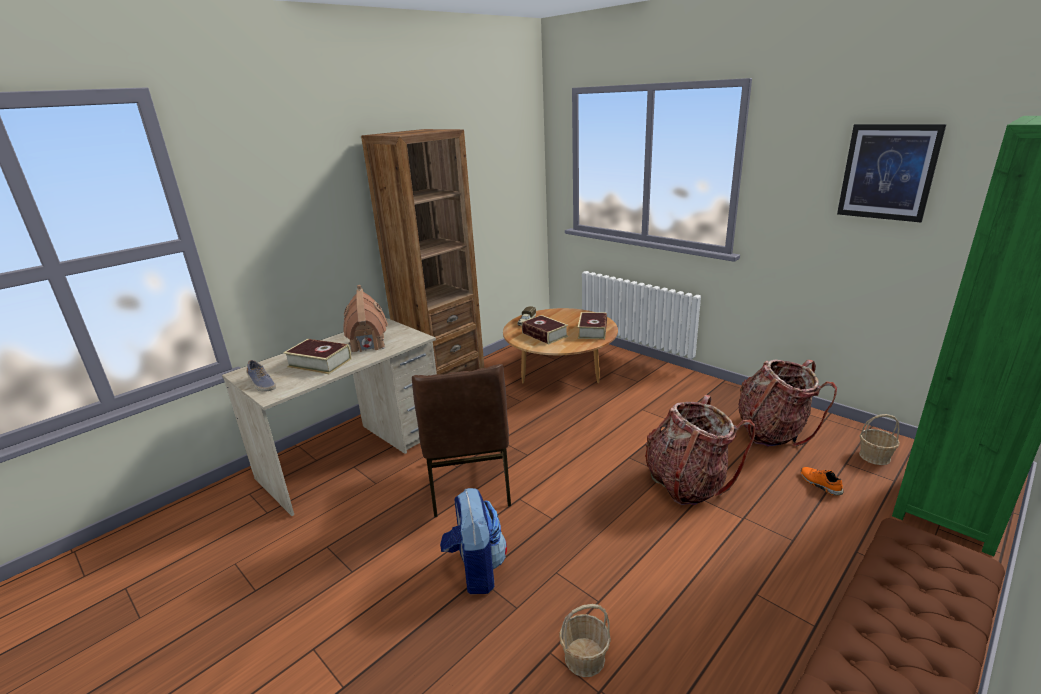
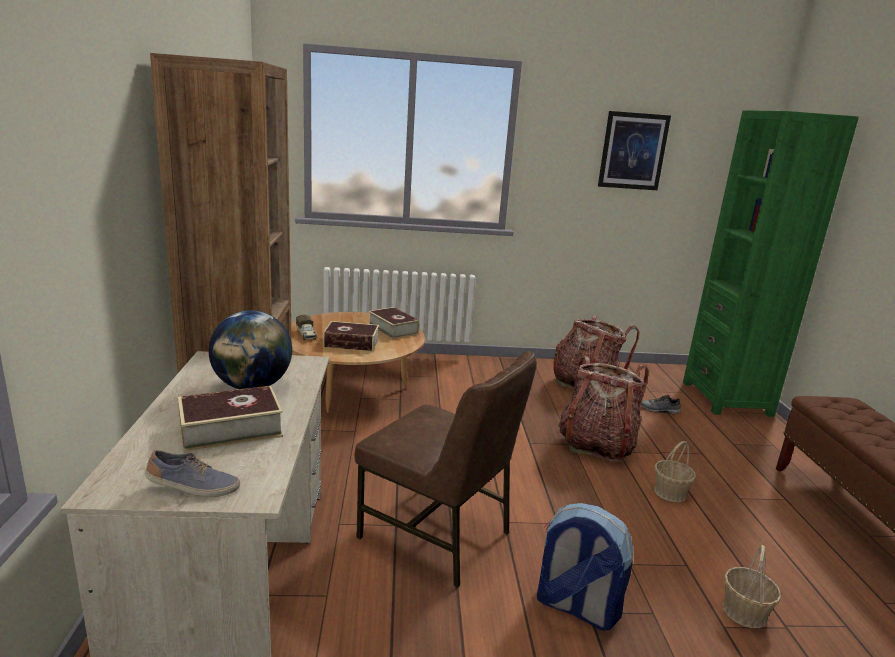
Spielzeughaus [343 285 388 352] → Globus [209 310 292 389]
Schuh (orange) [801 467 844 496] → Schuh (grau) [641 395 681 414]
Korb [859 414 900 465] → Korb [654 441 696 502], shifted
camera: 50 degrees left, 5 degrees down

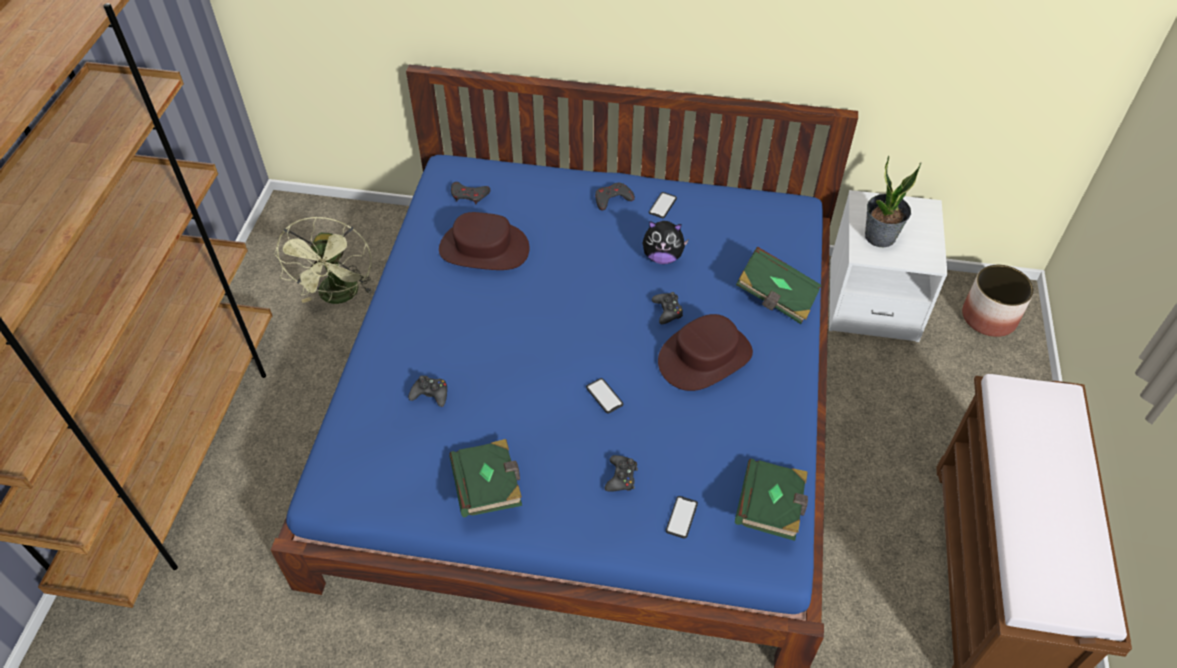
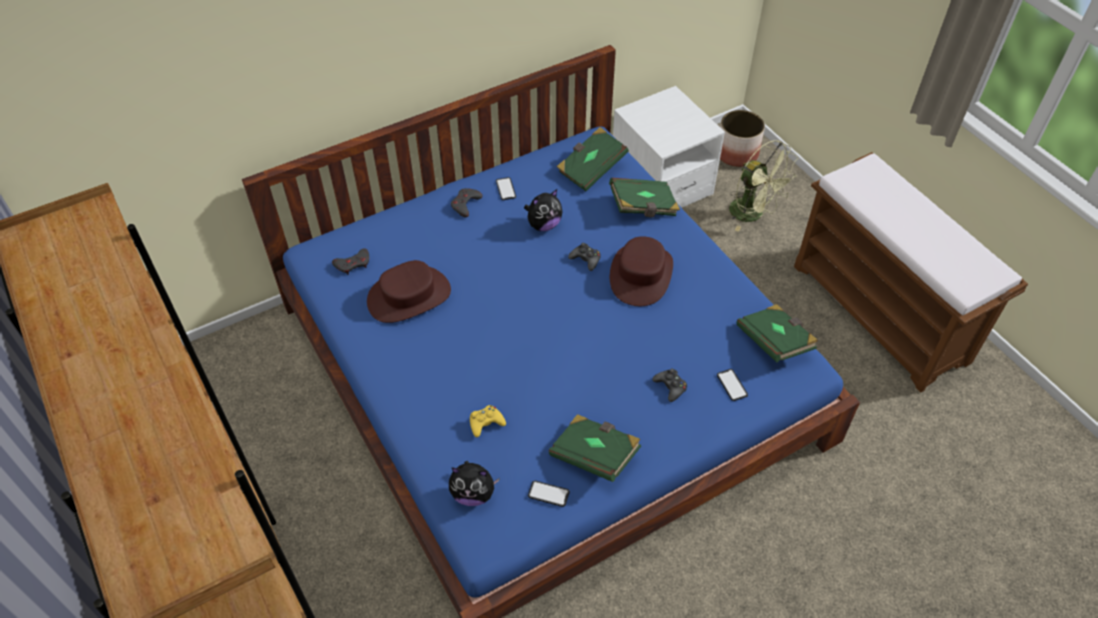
- → Plüschtier [449 461 500 506]
Gamepad (schwarz) [408 376 447 407] → Gamepad (gelb) [470 405 506 437]
Handy [586 378 623 413] → Handy [528 481 570 507], shifted
- → Buch (grün) [557 127 629 192]
Ventilator (grün) [274 216 373 304] → Ventilator (grün) [729 140 798 232], shifted
Topfpflanze [865 155 921 247] → -
camera: 40 degrees left, 0 degrees up

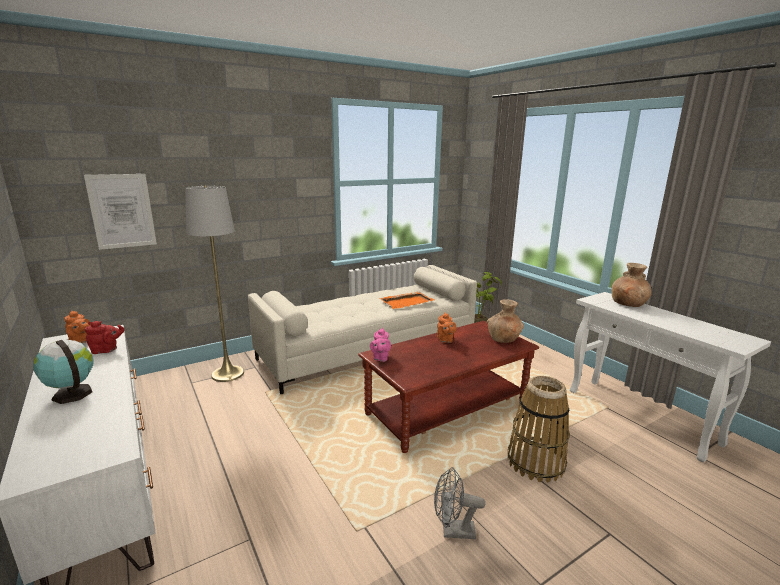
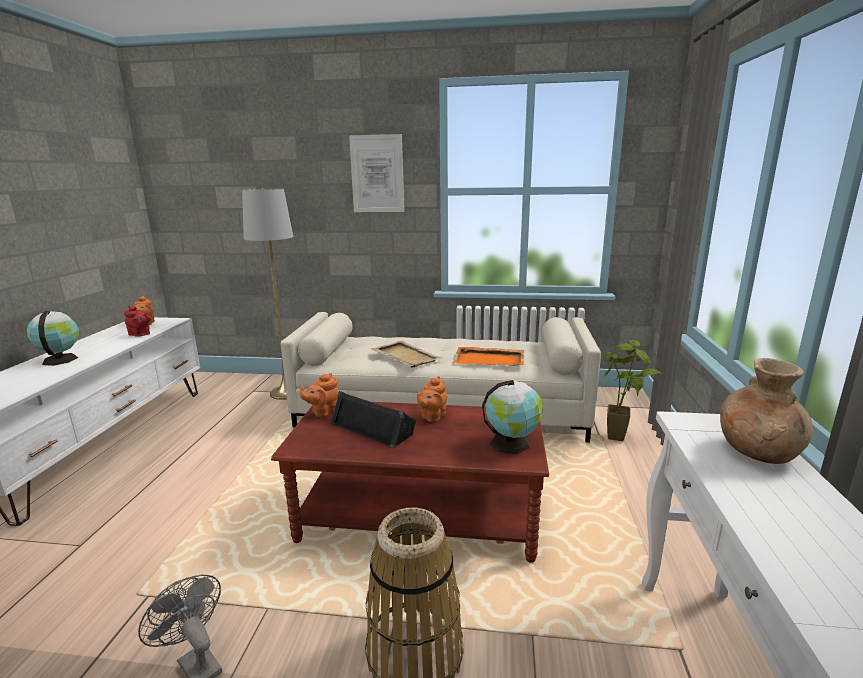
Teekanne (rosa) [370 328 391 362] → Teekanne (orange) [300 373 339 417]
- → Lautsprecher (schwarz) [330 391 416 448]
Bild [84 174 157 250] → Bild [349 134 404 212], shifted
- → Tablett (beige) [371 340 443 367]
Vase (braun) [487 299 524 343] → Globus [482 380 543 454]
camera: 40 degrees right, 0 degrees up

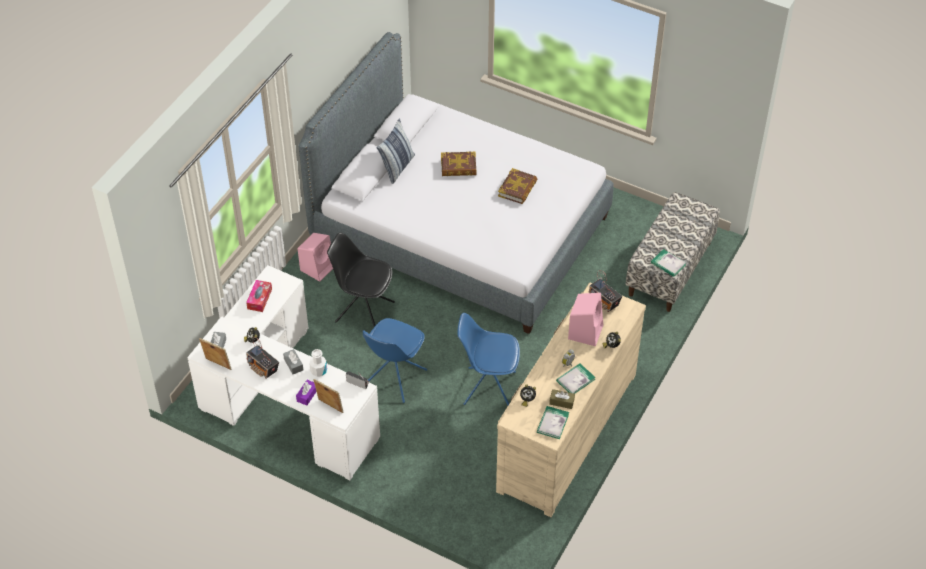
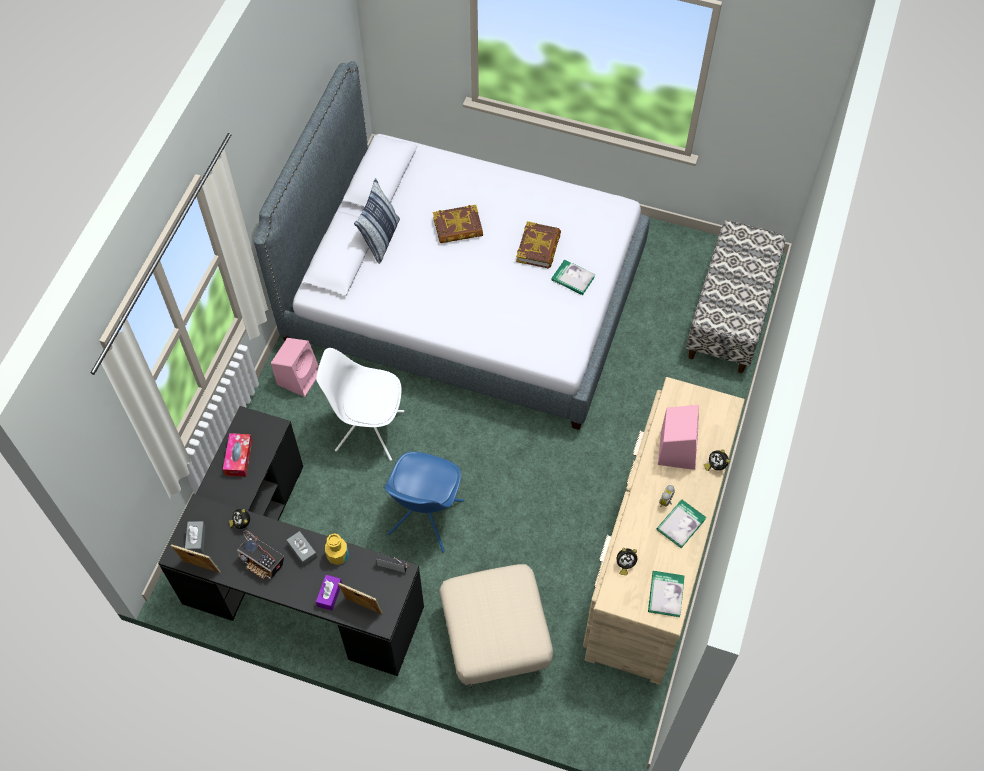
Schreibtisch (weiß) [187 265 380 480] → Schreibtisch (schwarz) [158 406 424 676]
Stuhl (schwarz) [327 232 395 327] → Stuhl (weiß) [316 348 404 461]
Flasche (weiß) [309 349 327 377] → Flasche (gelb) [325 533 348 565]
- → Polsterhocker (beige) [439 564 553 688]
Buch [651 249 686 277] → Buch [551 260 595 295], shifted
Stuhl (blau) [457 313 520 405] → -
Taschentuchbox (braun) [549 389 575 409] → -
Radio [589 270 622 312] → -
camera: 10 degrees left, 10 degrees up

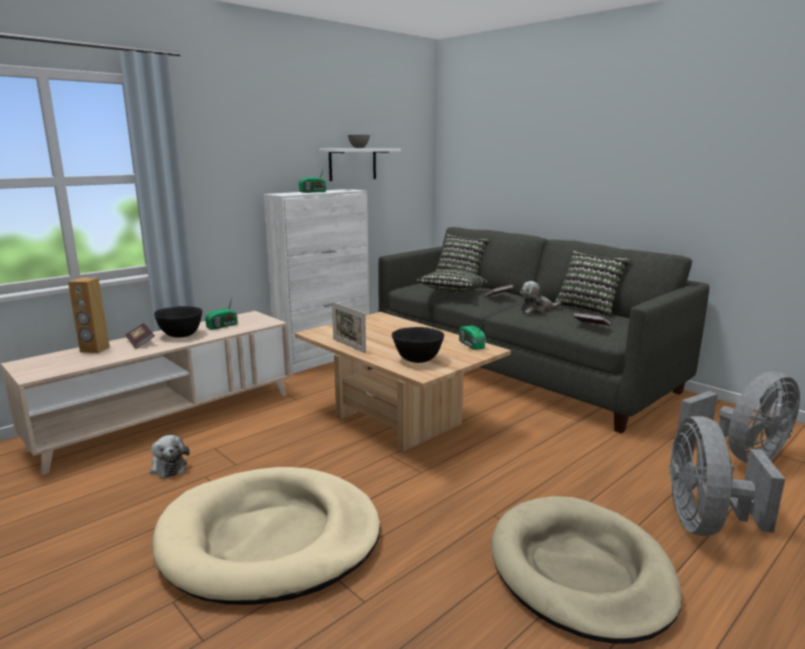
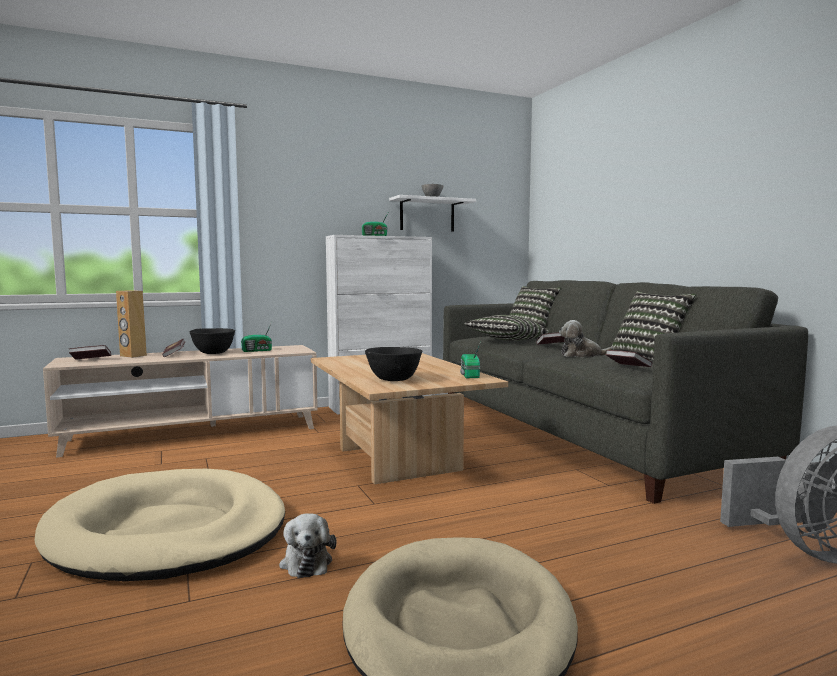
- → Buch [69 345 111 360]
Plüschtier [150 435 190 478] → Plüschtier [279 513 336 578], shifted
Bilderrahmen [332 302 366 354] → -
Ventilator (grau) [669 416 785 536] → -
camera: 20 degrees right, 10 degrees down

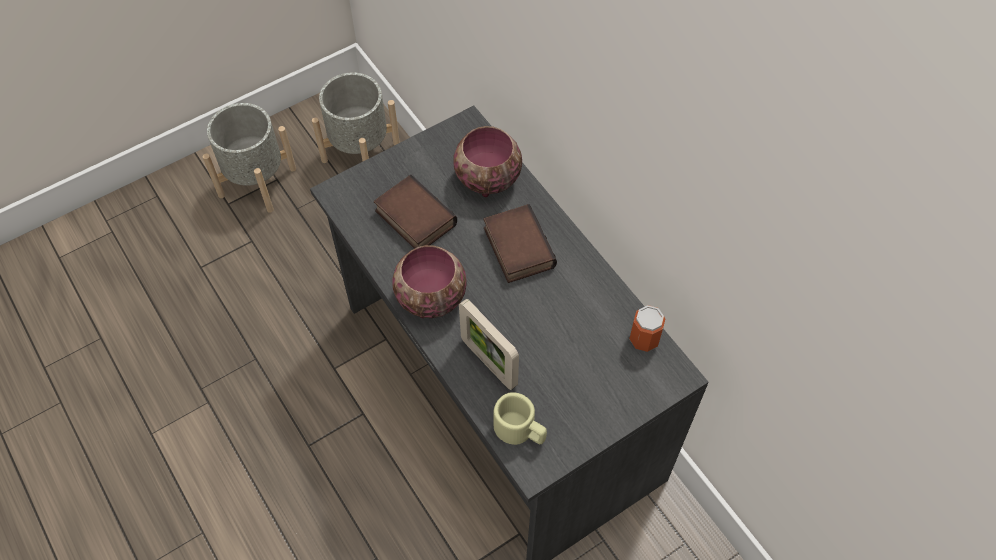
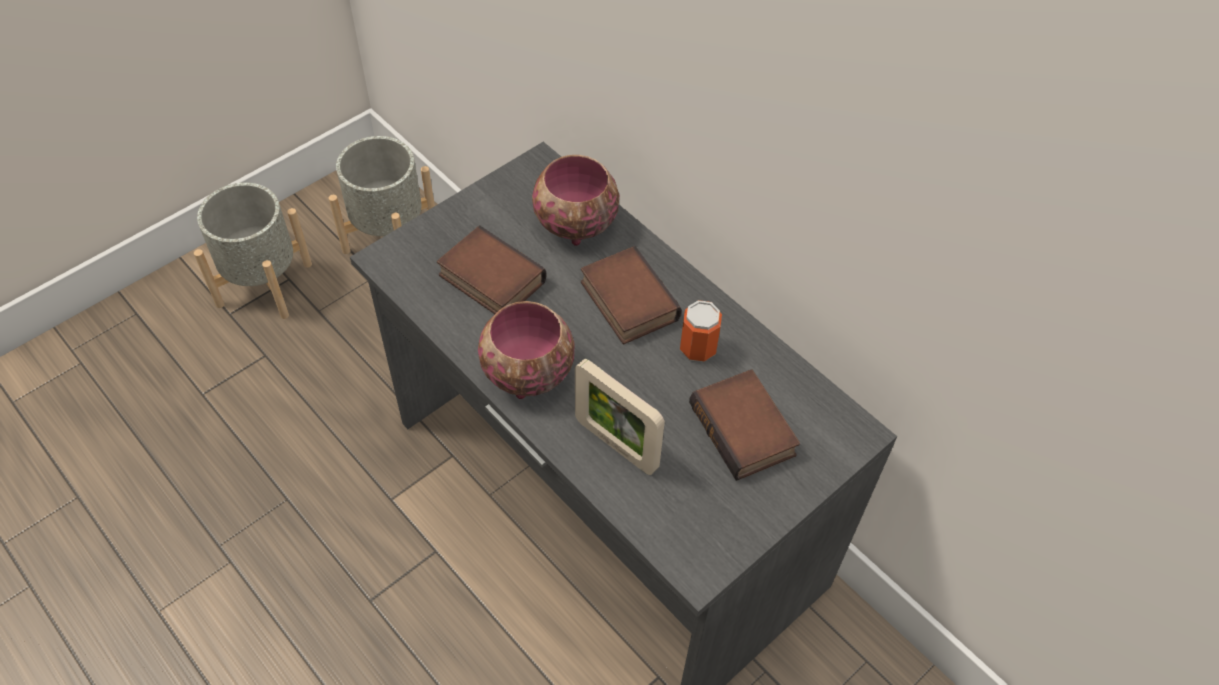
Dose [629 305 666 352] → Dose [680 300 722 362], shifted
- → Buch [689 369 800 481]
Henkelbecher (beige) [493 392 547 445] → -
camera: 10 degrees left, 5 degrees down

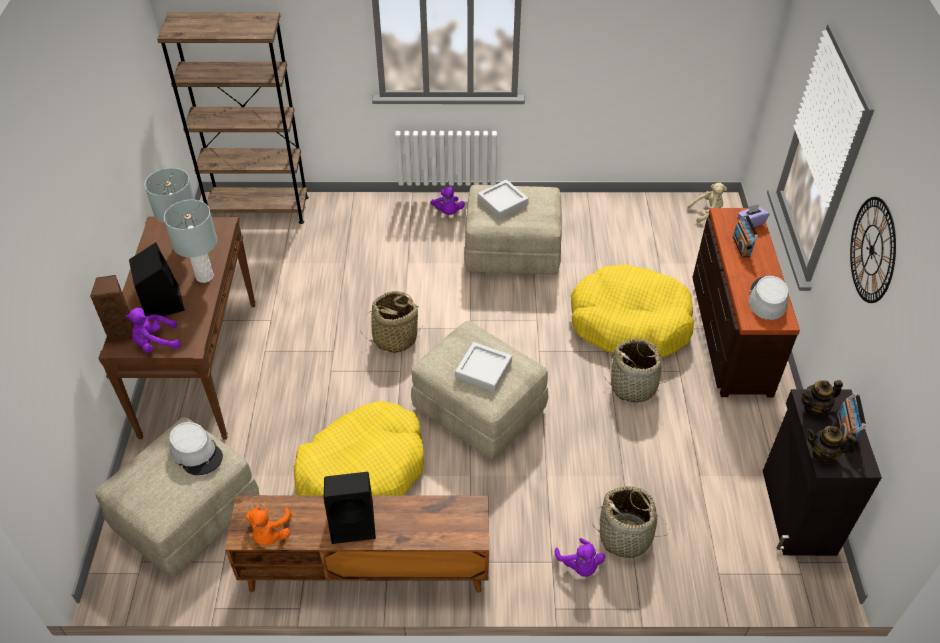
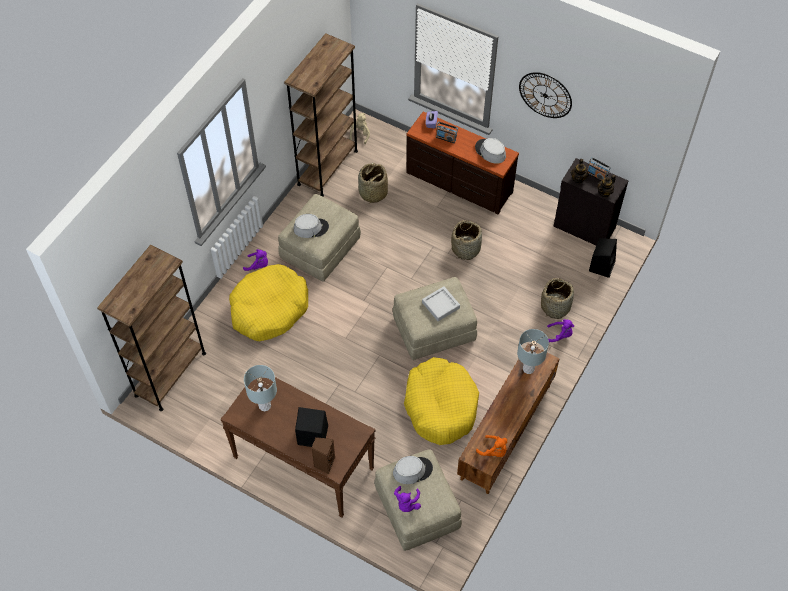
Hundebett (gelb) [571 264 694 358] → Hundebett (gelb) [229 264 308 341], shifted
- → Bücherregal (braun) [284 33 358 197]
Tablett (grau) [478 180 529 219] → Hut (grau) [293 214 329 238]
Korb [360 291 422 353] → Korb [358 163 388 204], shifted
Plüschtier (lila) [125 308 181 353] → Plüschtier (lila) [394 486 421 512], shifted
Tischlampe (grau) [164 200 217 283] → Tischlampe (grau) [517 329 549 374], shifted
Lautsprecher (schwarz) [324 472 376 544] → Lautsprecher (schwarz) [589 238 617 278], shifted
camera: 60 degrees left, 10 degrees up

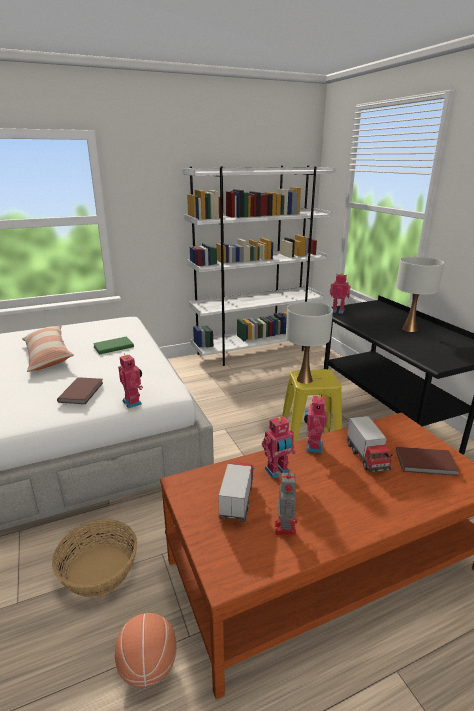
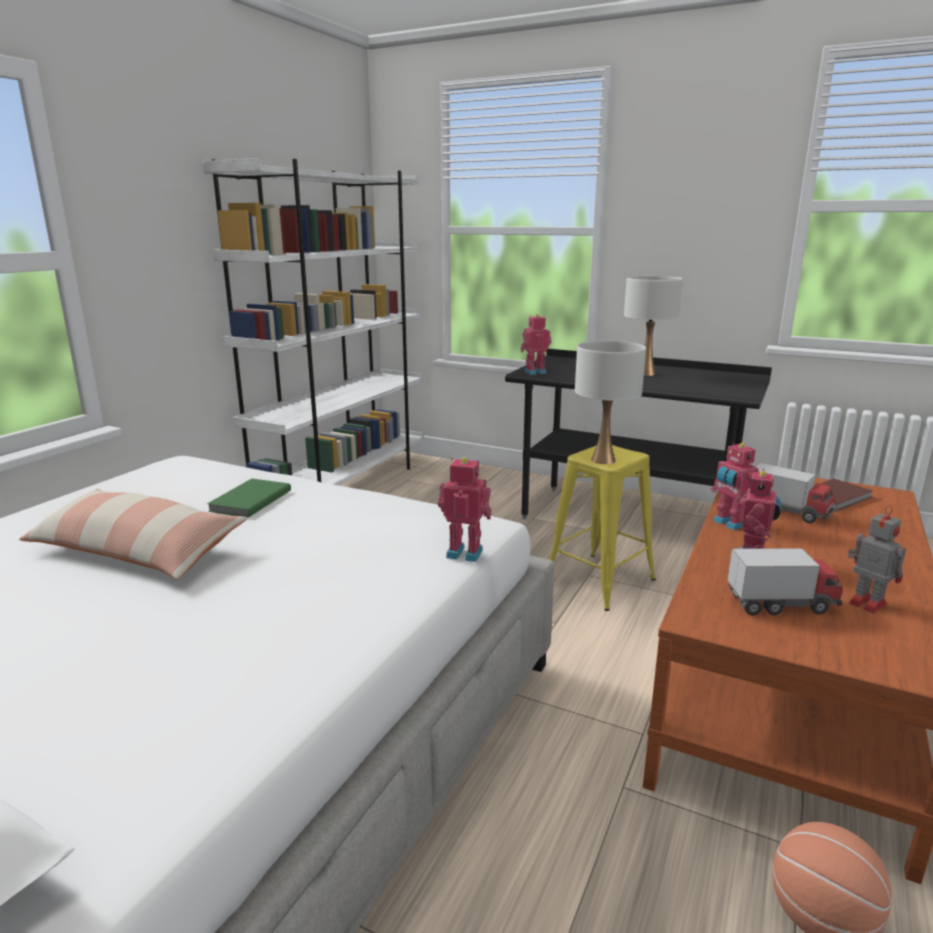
Spielzeuglaster [218 462 255 522] → Spielzeuglaster [727 548 843 615], 120 degrees clockwise
Korb [52 519 137 598] → -
Buch (braun) [57 377 103 404] → -
camera: 40 degrees left, 5 degrees down

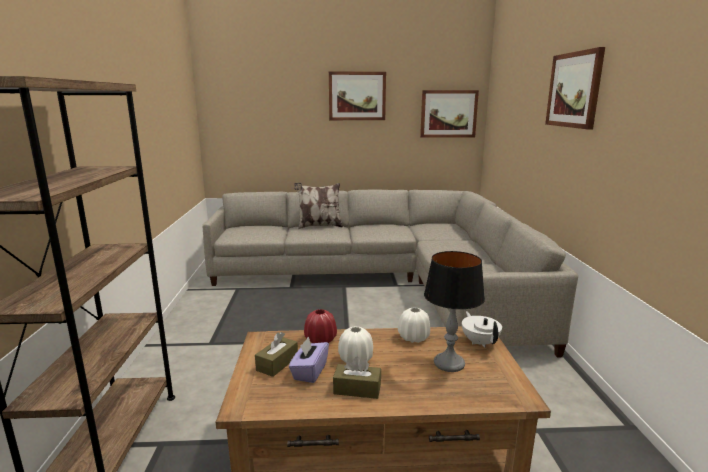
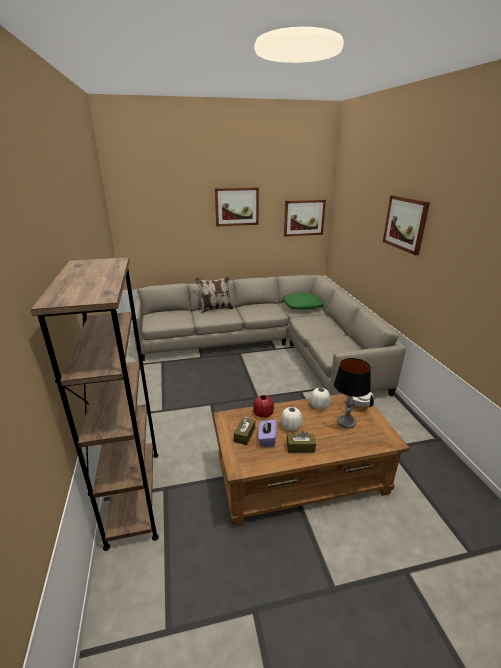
- → Kissen (grün) [283 293 323 310]
camera: 10 degrees left, 10 degrees up

